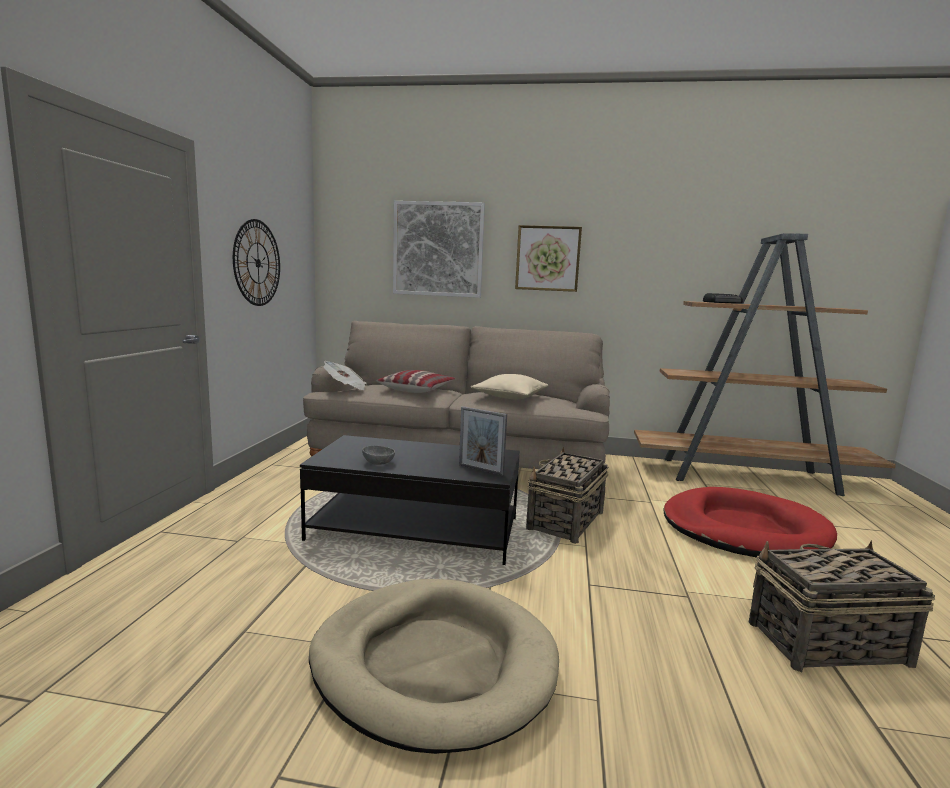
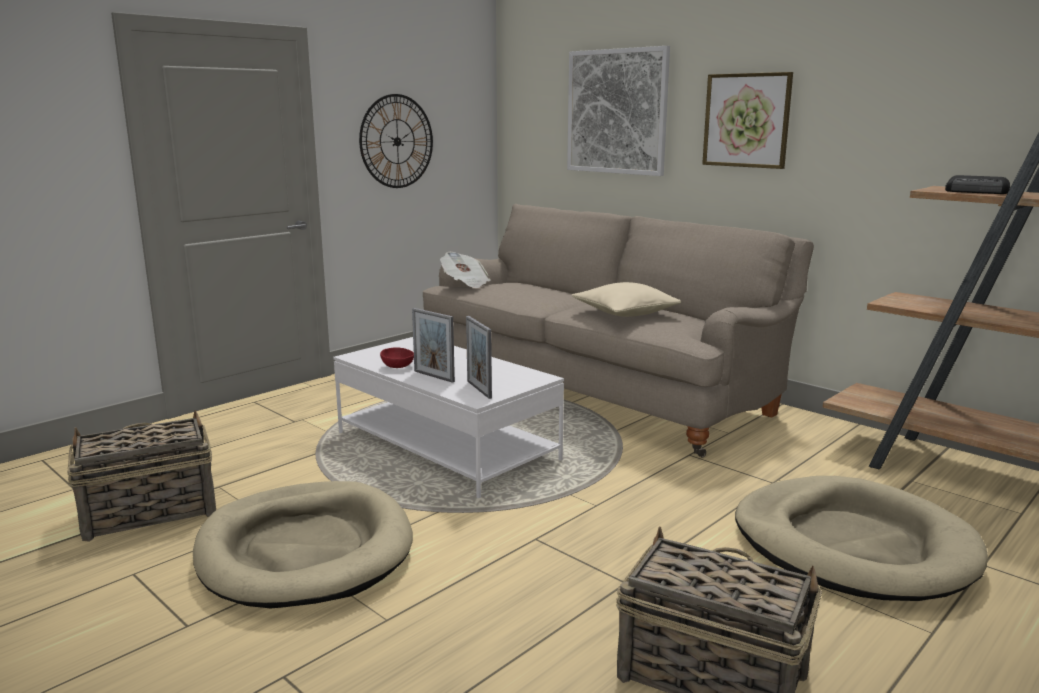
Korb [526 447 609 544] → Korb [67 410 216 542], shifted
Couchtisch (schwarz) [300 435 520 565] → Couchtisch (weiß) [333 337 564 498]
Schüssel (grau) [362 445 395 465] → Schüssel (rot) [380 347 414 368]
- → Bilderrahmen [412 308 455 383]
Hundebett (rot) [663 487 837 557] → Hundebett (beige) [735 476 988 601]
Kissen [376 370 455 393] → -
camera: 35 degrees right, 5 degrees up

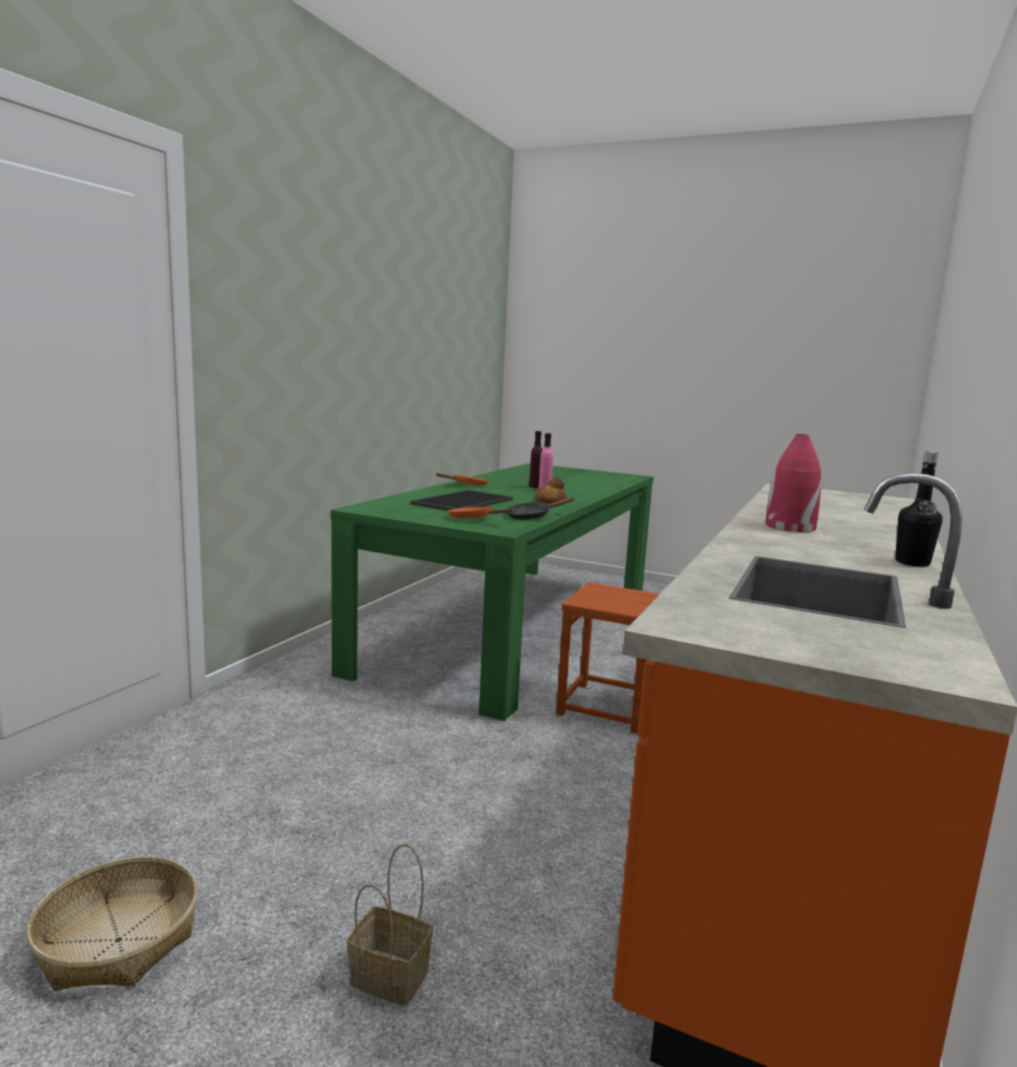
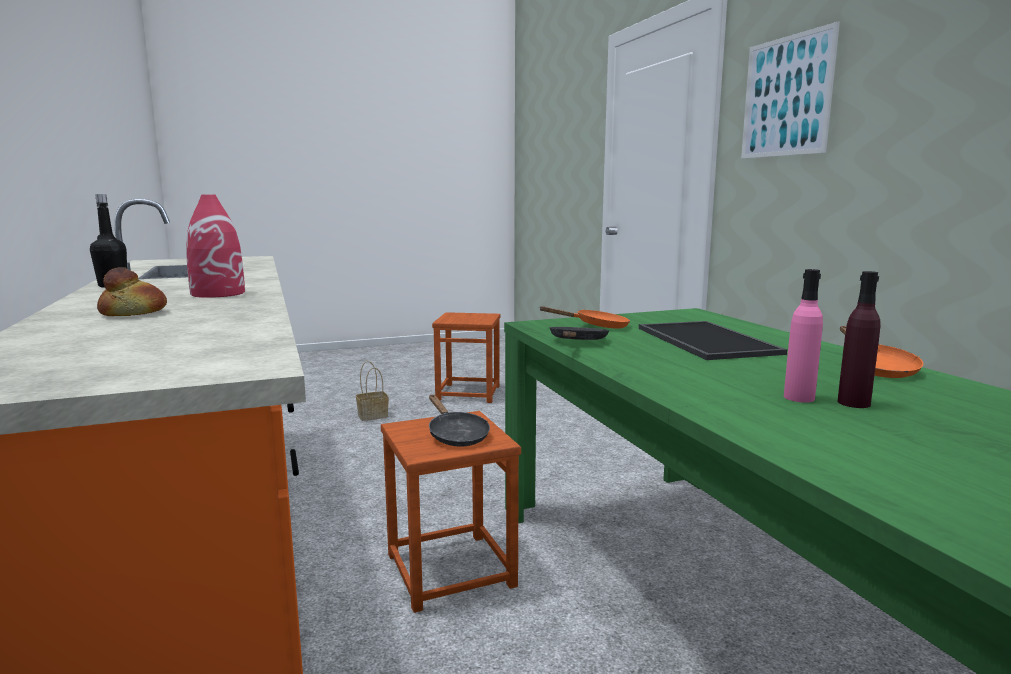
Brot [535 478 567 504] → Brot [97 267 167 316], shifted
- → Pfanne (schwarz) [429 395 490 447]
Korb [27 857 198 991] → Hocker (braun) [432 312 501 403]
- → Bild [741 21 840 159]
camera: 135 degrees right, 0 degrees up

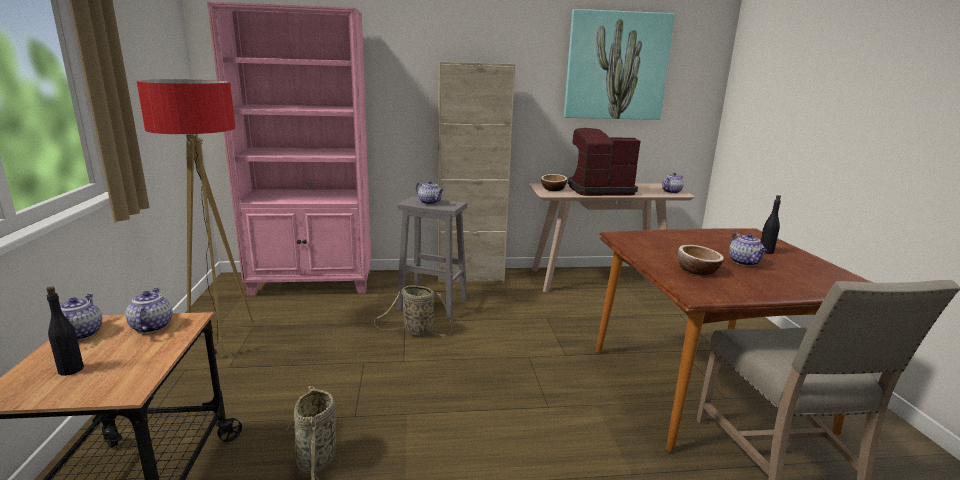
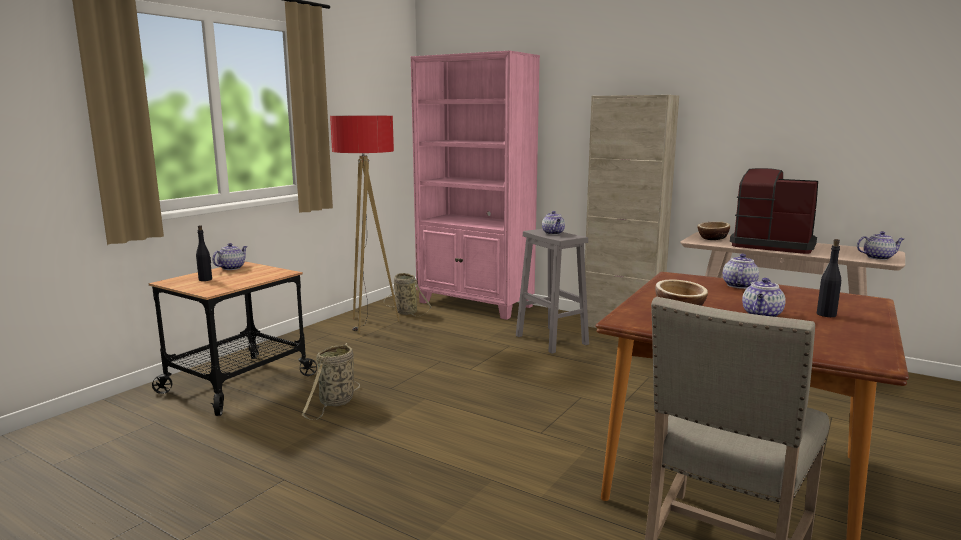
Korb [374 285 452 337] → Korb [384 273 432 316], shifted
Teekanne [125 288 172 333] → Teekanne [723 254 759 289], shifted
Bild [564 9 675 120] → -
camera: 40 degrees right, 5 degrees down

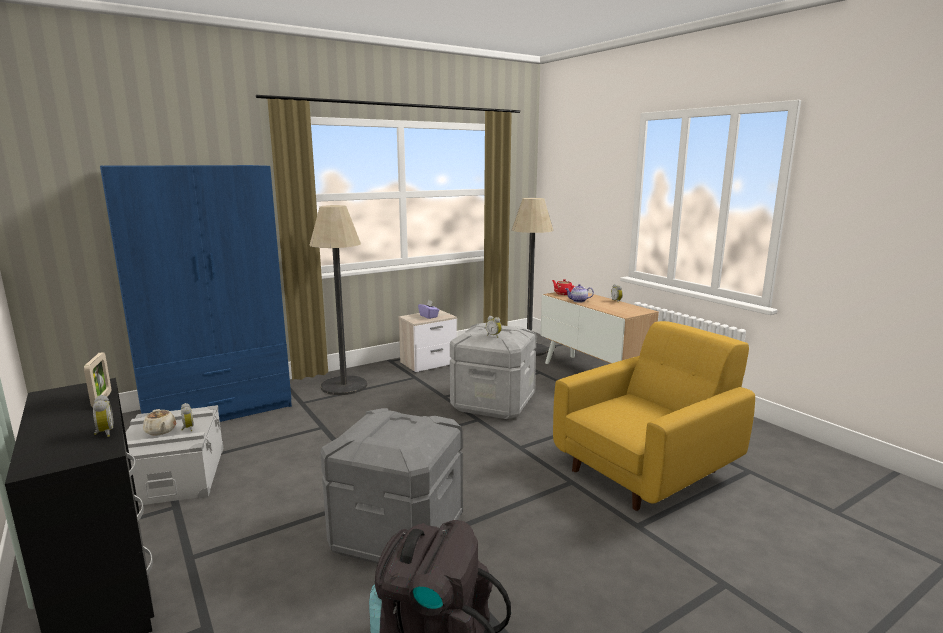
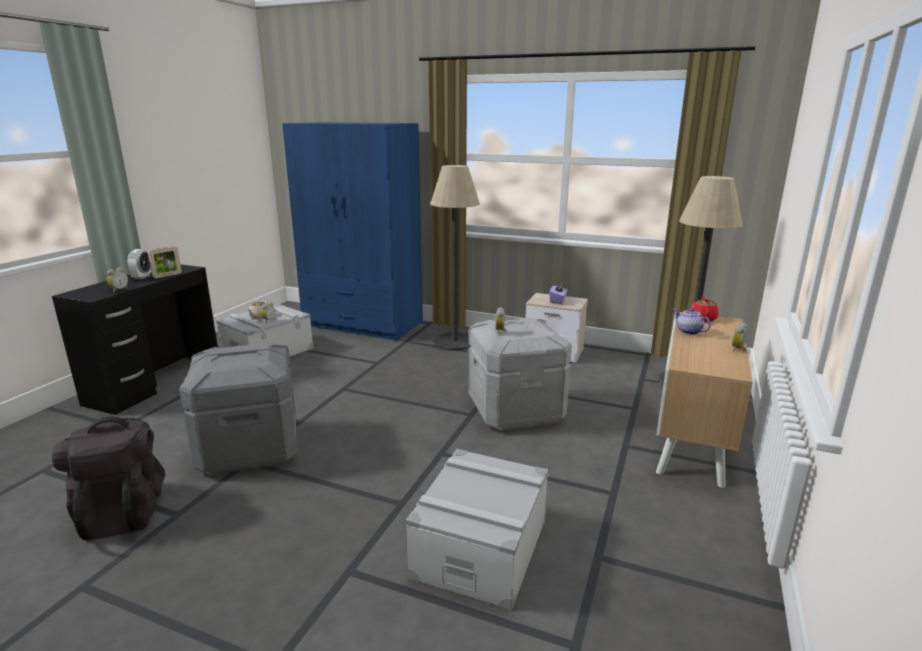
- → Wecker [127 249 151 280]
Sessel (gelb) [553 321 755 511] → Aufbewahrungsbox (grau) [406 449 548 610]
camera: 55 degrees right, 5 degrees up

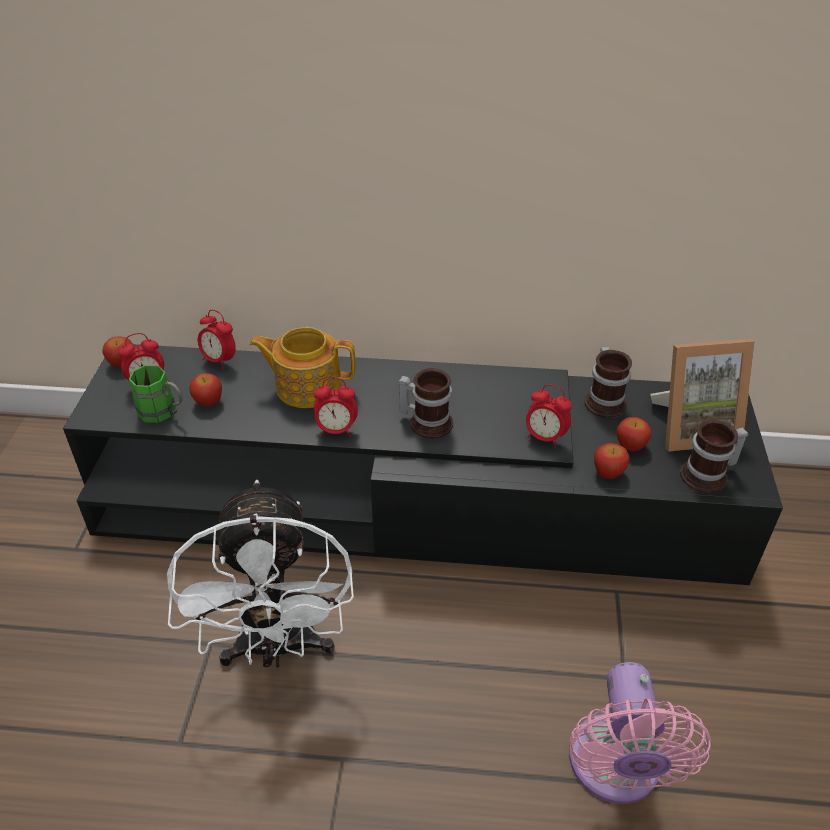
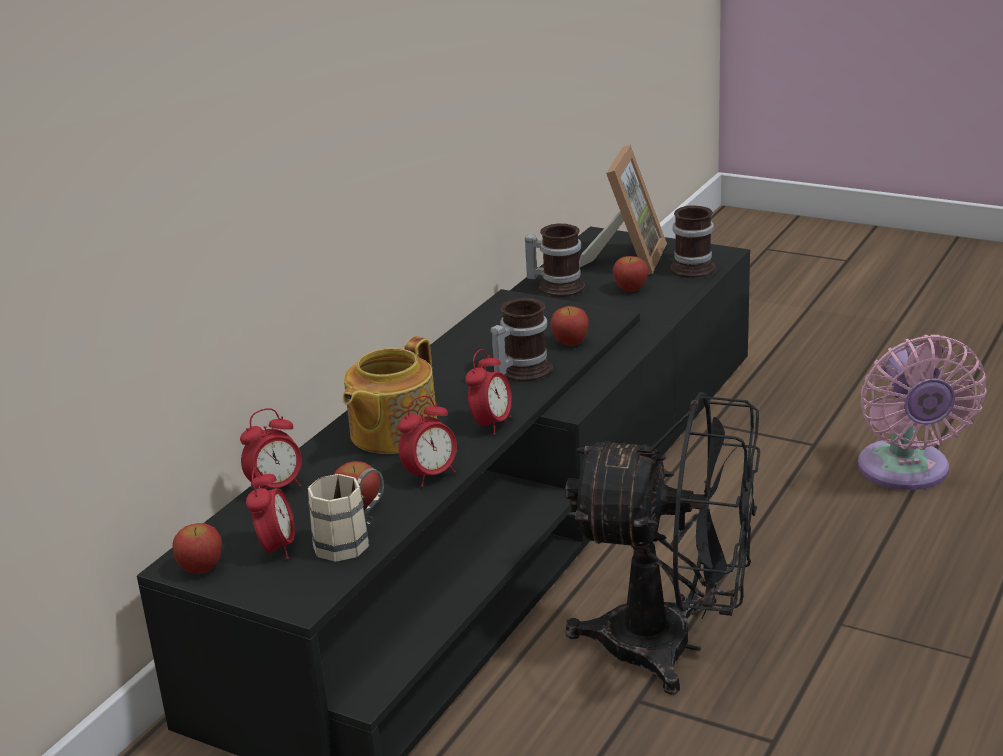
Henkelbecher (grün) [129 365 183 423] → Henkelbecher (beige) [308 468 384 561]
Wecker [526 384 572 449] → Wecker [398 396 457 487], shifted
Apfel [594 443 629 479] → Apfel [550 306 589 346], shifted
Ventilator (weiß) [167 480 354 667] → Ventilator (schwarz) [565 392 760 695]
Ventilator (rosa) [569 662 711 804] → Ventilator (rosa) [858 335 987 490], 60 degrees clockwise
camera: 65 degrees left, 15 degrees down

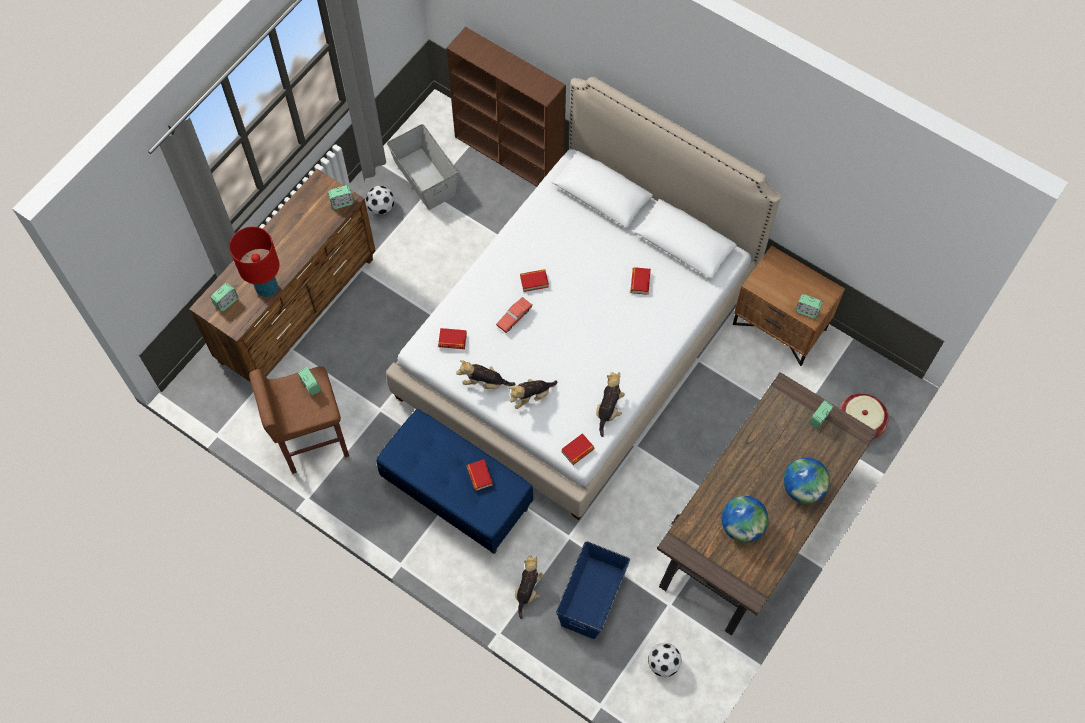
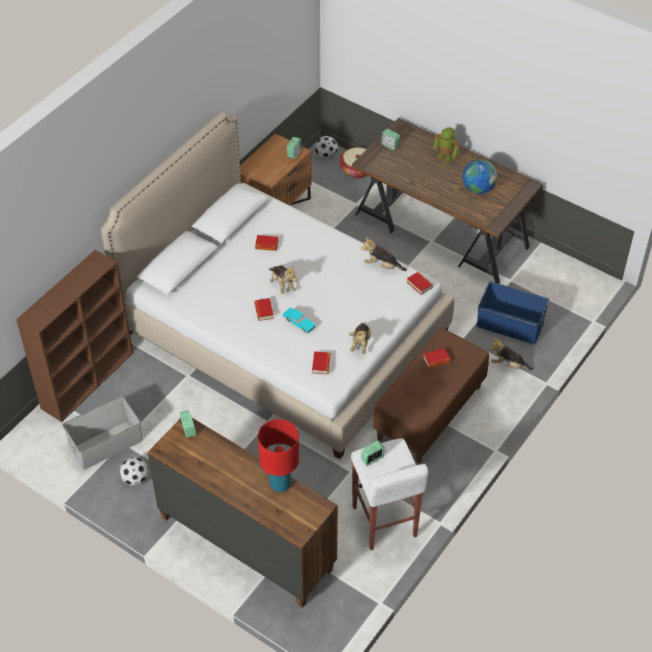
Plüschtier [509 379 557 409] → Plüschtier [269 266 297 294], shifted
Spielzeugauto (rot) [496 297 532 333] → Spielzeugauto (türkis) [283 307 316 333]
Fußball [648 643 681 677] → Fußball [315 136 338 159], shifted
Hocker (braun) [249 366 349 474] → Hocker (weiß) [351 438 428 550]
Bank (blau) [376 409 533 554] → Bank (braun) [373 328 489 463]
Globus [783 458 830 504] → Spielzeugroboter [433 127 460 163]
Wecker [211 283 238 312] → -
camera: 90 degrees left, 15 degrees down

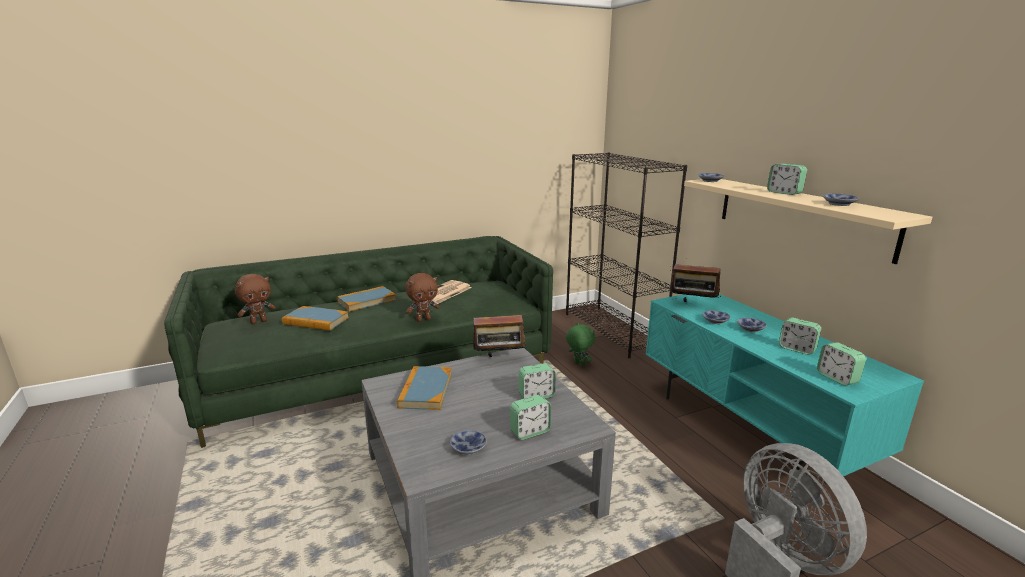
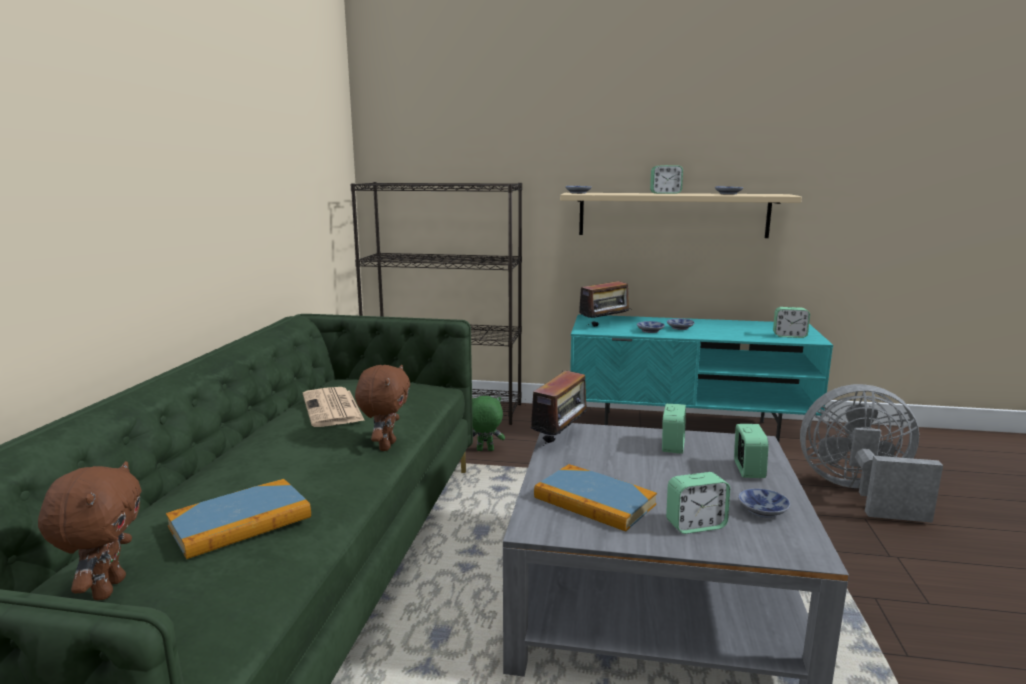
Wecker [779 317 821 355] → Wecker [666 472 730 534], shifted
Buch [337 286 396 312] → -
camera: 55 degrees left, 5 degrees down

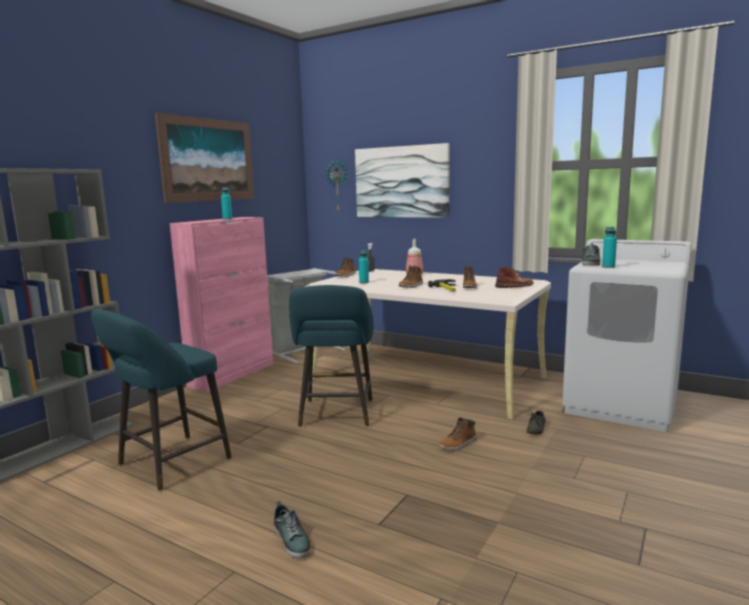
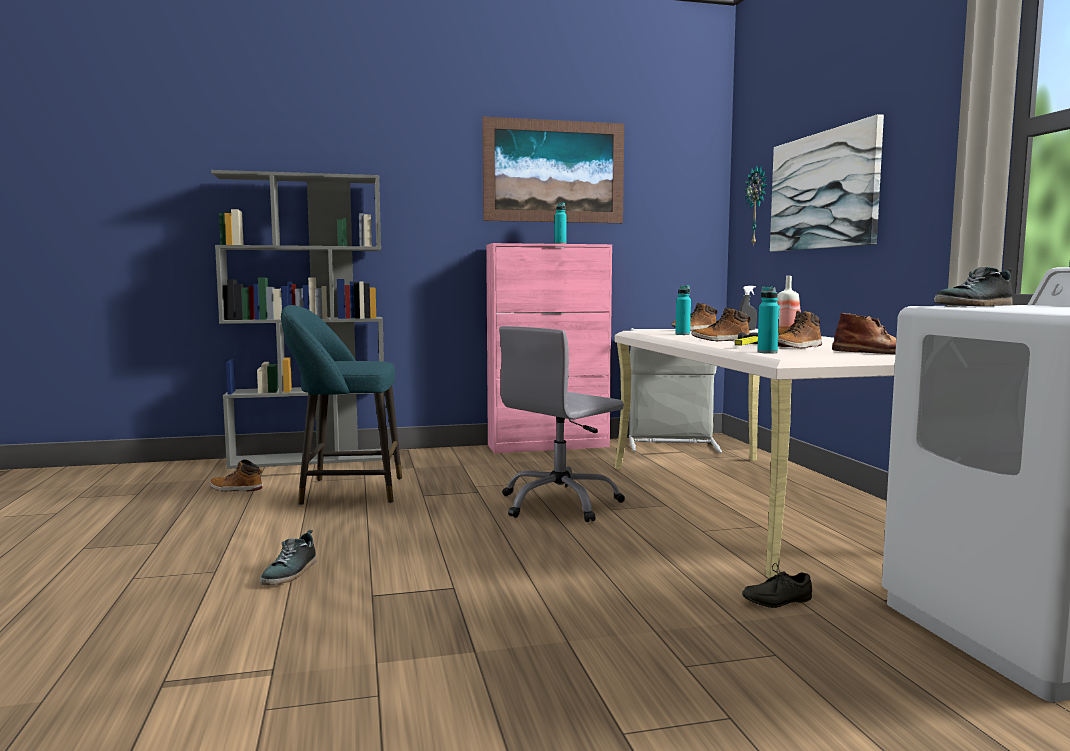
Stiefel [439 417 476 451] → Stiefel [209 460 262 492], shifted
Hocker (türkis) [289 285 374 427] → Bürostuhl (grau) [499 326 625 522]
Flasche (türkis) [602 227 617 268] → Flasche (türkis) [757 287 779 354], shifted
camera: 45 degrees right, 5 degrees down

